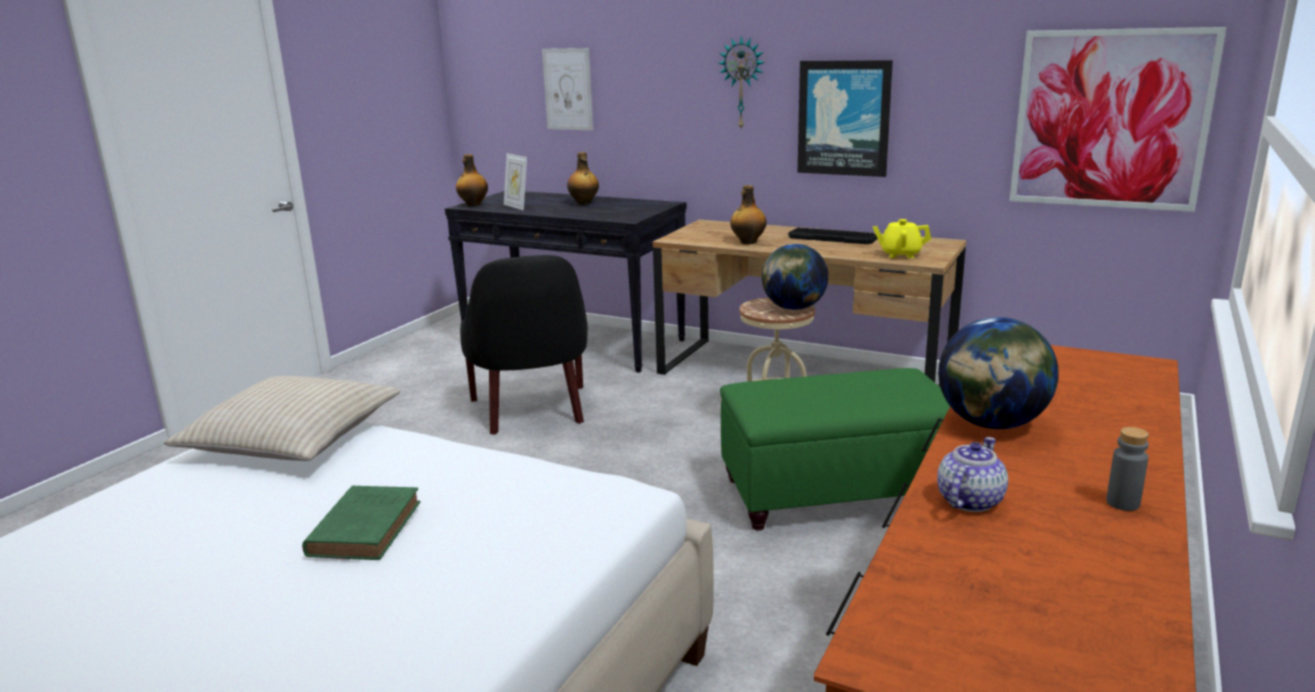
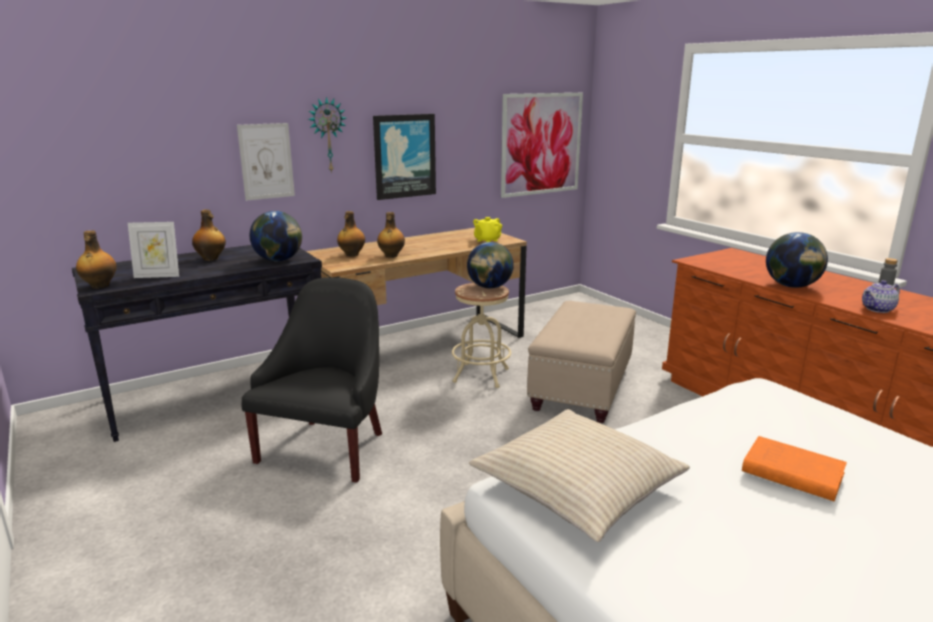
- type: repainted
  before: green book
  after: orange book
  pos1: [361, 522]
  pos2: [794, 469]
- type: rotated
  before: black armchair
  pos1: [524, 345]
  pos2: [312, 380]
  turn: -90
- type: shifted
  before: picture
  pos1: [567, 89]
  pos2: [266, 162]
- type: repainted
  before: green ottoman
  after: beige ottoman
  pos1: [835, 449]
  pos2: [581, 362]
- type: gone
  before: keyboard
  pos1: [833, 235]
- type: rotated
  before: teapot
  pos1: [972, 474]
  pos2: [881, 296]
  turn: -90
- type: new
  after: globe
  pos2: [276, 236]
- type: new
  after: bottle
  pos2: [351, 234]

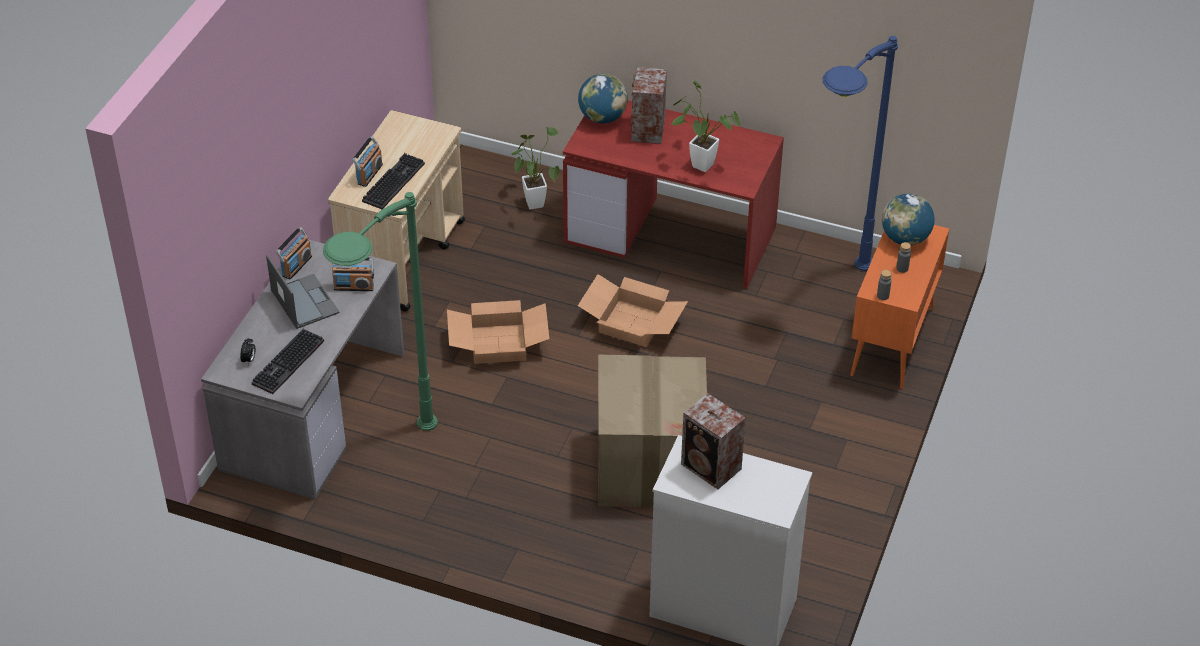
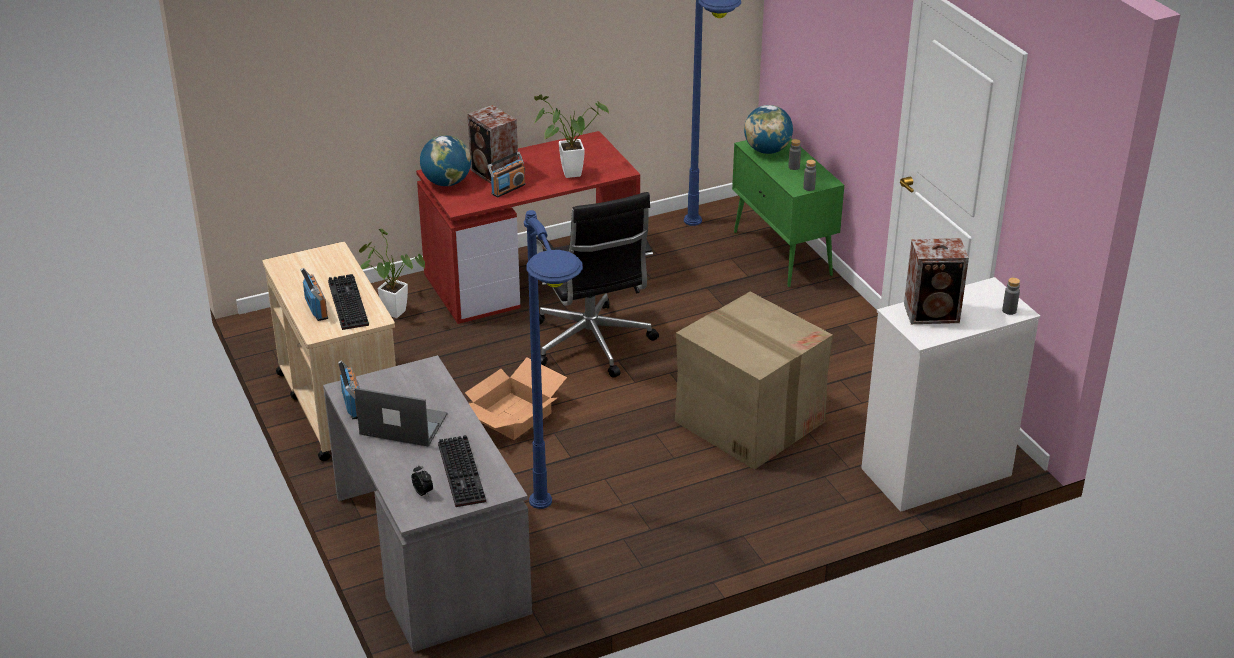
- type: repainted
  before: green floor lamp
  after: blue floor lamp
  pos1: [380, 311]
  pos2: [553, 359]
- type: shifted
  before: radio
  pos1: [352, 274]
  pos2: [506, 174]
- type: swapped
  before: cardboard box
  after: black office chair
  pos1: [633, 310]
  pos2: [597, 285]
- type: repainted
  before: orange cabinet
  after: green cabinet
  pos1: [899, 307]
  pos2: [788, 213]
- type: new
  after: grey bottle
  pos2: [1011, 296]

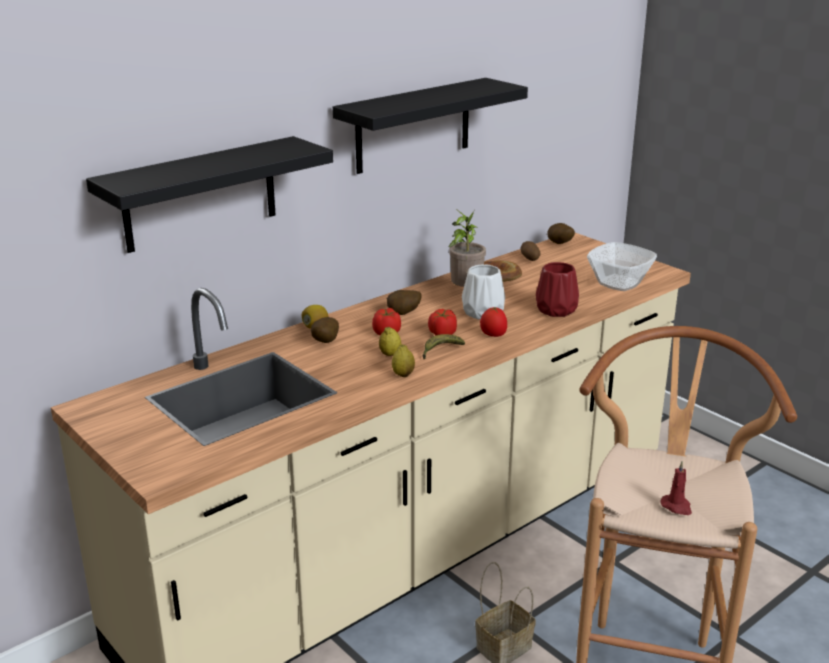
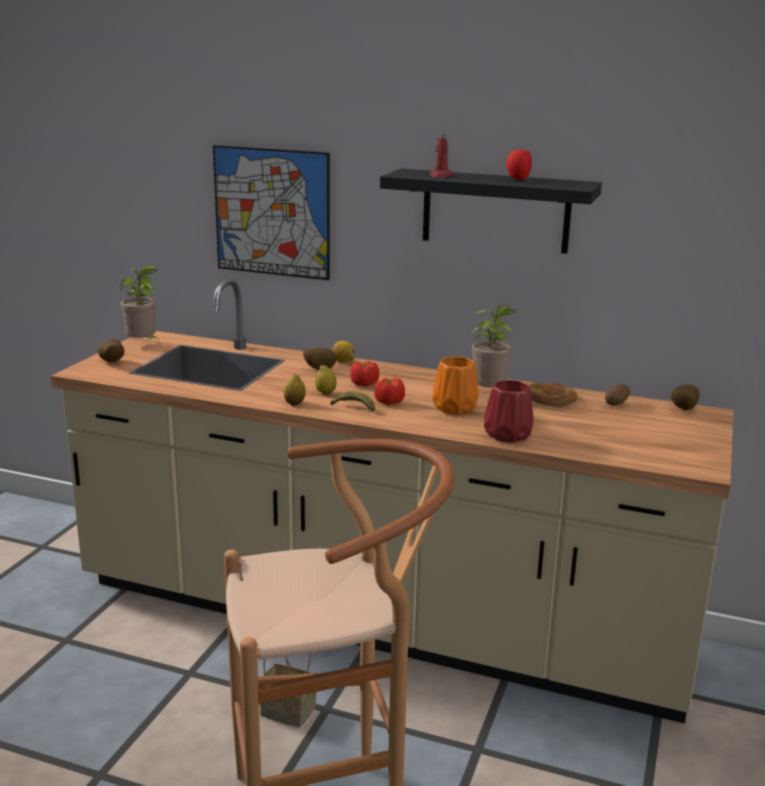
- type: swapped
  before: black shelf
  after: picture
  pos1: [209, 194]
  pos2: [271, 212]
- type: shifted
  before: potato
  pos1: [404, 302]
  pos2: [111, 350]
- type: repainted
  before: white vase
  after: orange vase
  pos1: [483, 291]
  pos2: [455, 386]
- type: shifted
  before: tomato
  pos1: [493, 322]
  pos2: [519, 164]
- type: gone
  before: bowl
  pos1: [622, 266]
- type: shifted
  before: red candle
  pos1: [676, 488]
  pos2: [442, 154]
- type: new
  after: potted plant
  pos2: [138, 302]

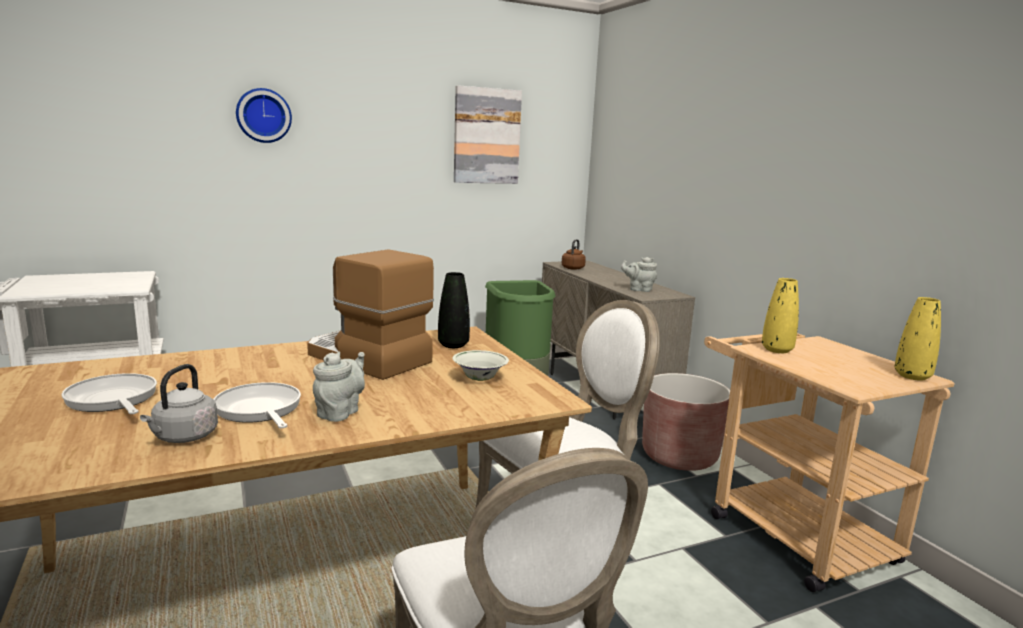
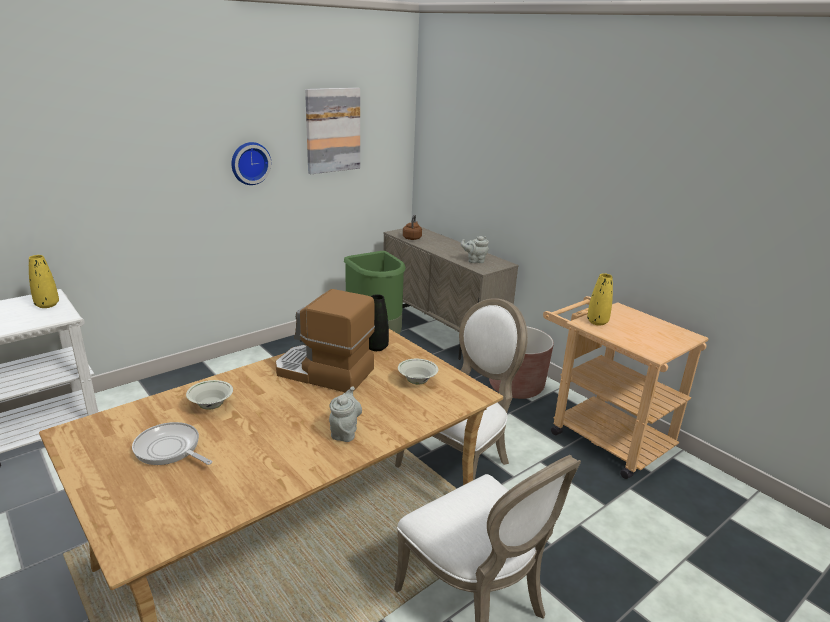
- type: gone
  before: grey kettle
  pos1: [179, 403]
- type: gone
  before: frying pan
  pos1: [257, 405]
- type: shifted
  before: wall clock
  pos1: [264, 115]
  pos2: [251, 163]
- type: shifted
  before: yellow vase
  pos1: [917, 339]
  pos2: [44, 281]
- type: new
  after: white bowl
  pos2: [209, 395]

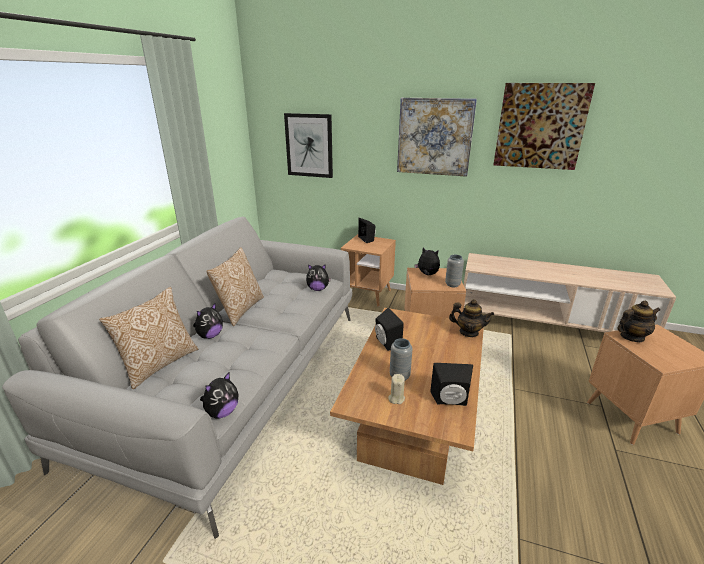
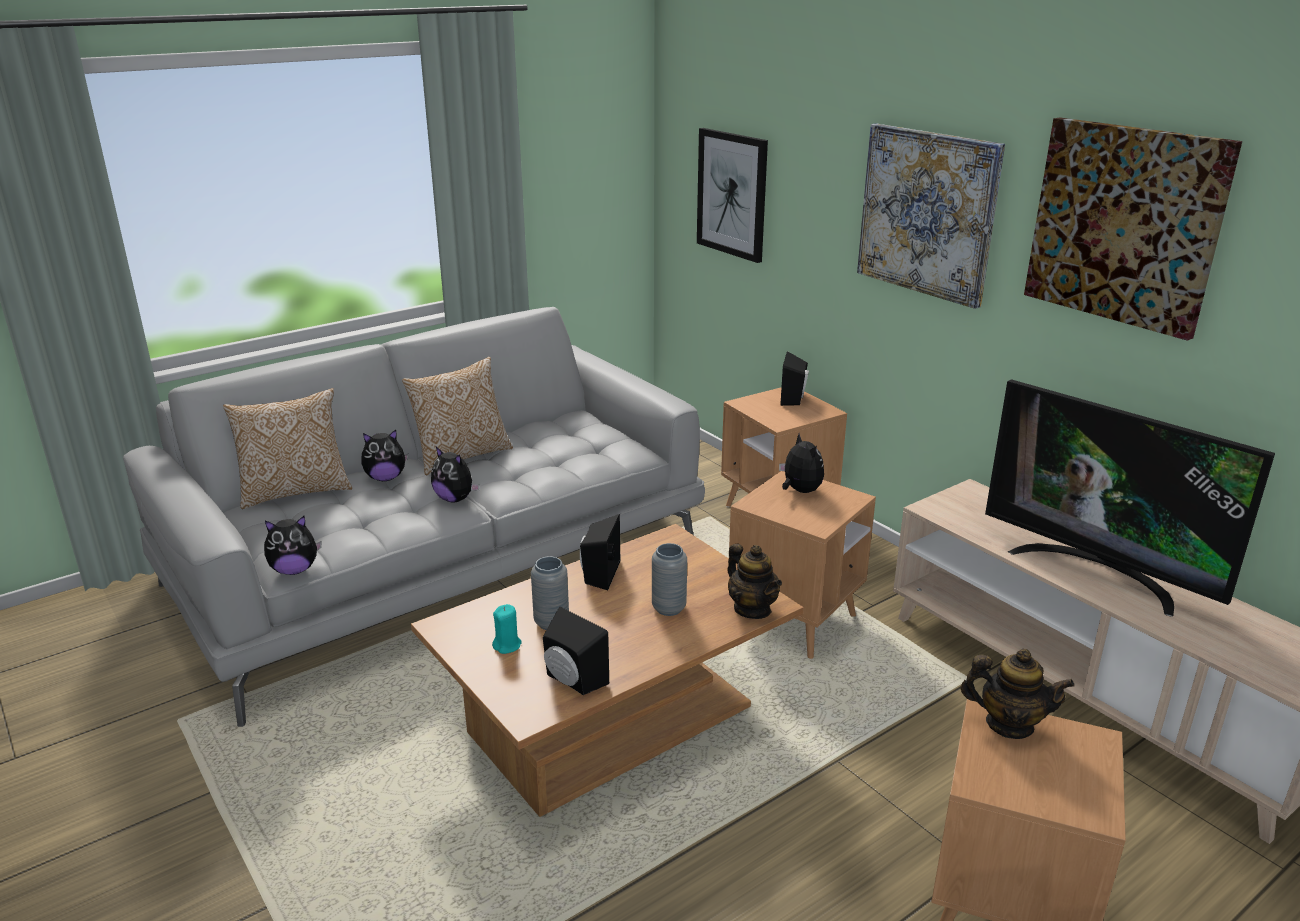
- type: shifted
  before: plush toy
  pos1: [318, 277]
  pos2: [455, 475]
- type: repainted
  before: beige candle
  after: turquoise candle
  pos1: [396, 389]
  pos2: [507, 629]
- type: shifted
  before: grey vase
  pos1: [454, 271]
  pos2: [669, 579]
- type: new
  after: television
  pos2: [1130, 498]

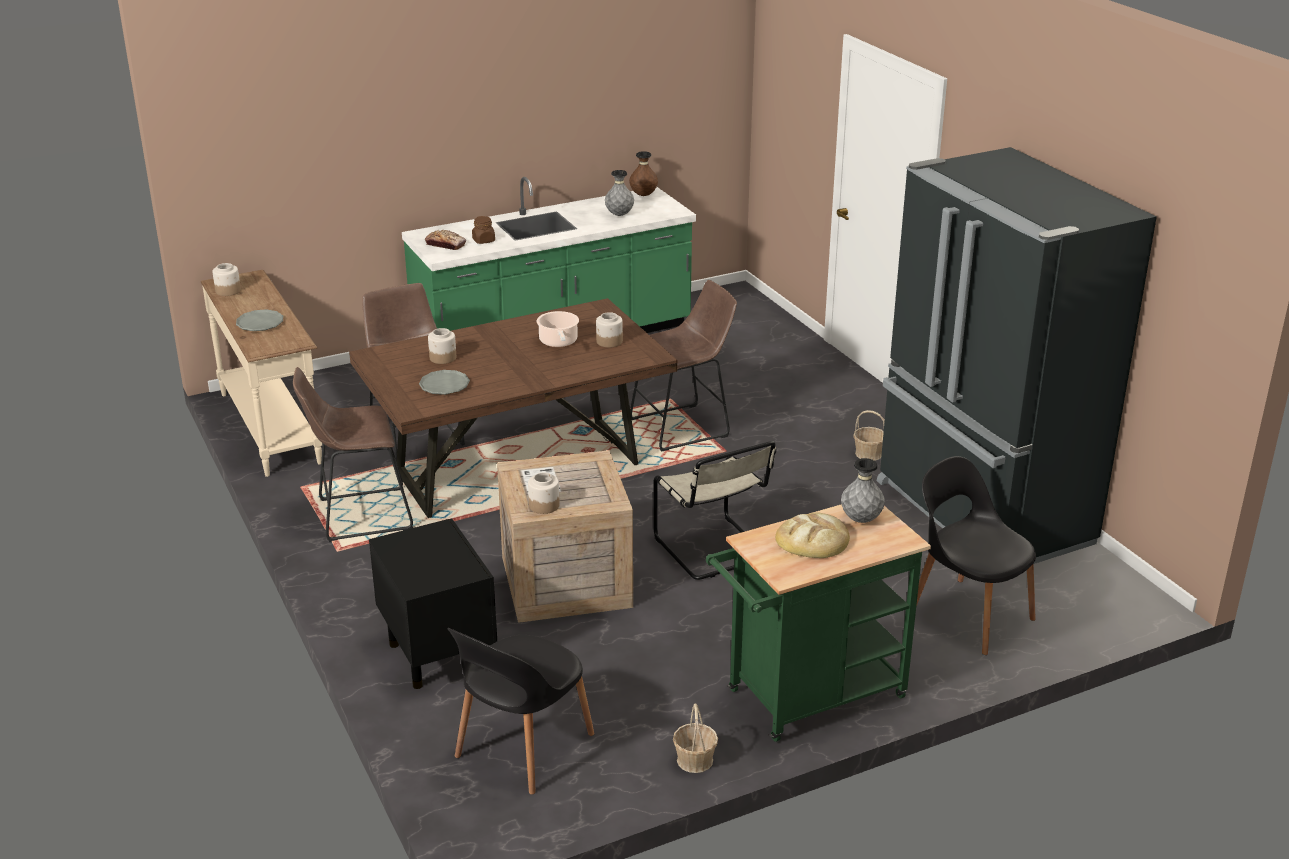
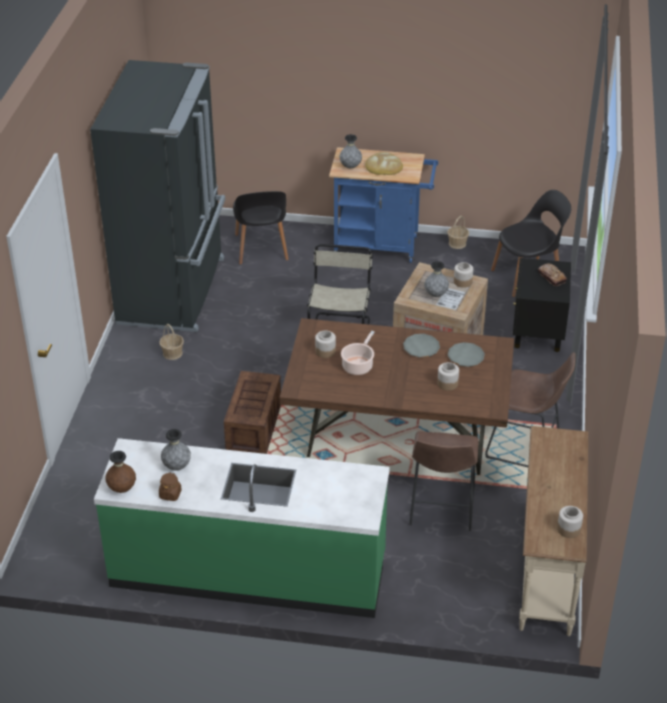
- type: shifted
  before: grey plate
  pos1: [259, 320]
  pos2: [421, 346]
- type: shifted
  before: bread
  pos1: [445, 240]
  pos2: [552, 275]
- type: shifted
  before: brown jar
  pos1: [483, 230]
  pos2: [170, 486]
- type: swapped
  before: brown stool
  after: crate
  pos1: [683, 365]
  pos2: [252, 412]
- type: repainted
  before: green cart
  after: blue cart
  pos1: [818, 623]
  pos2: [383, 205]
- type: new
  after: grey vase
  pos2: [436, 279]

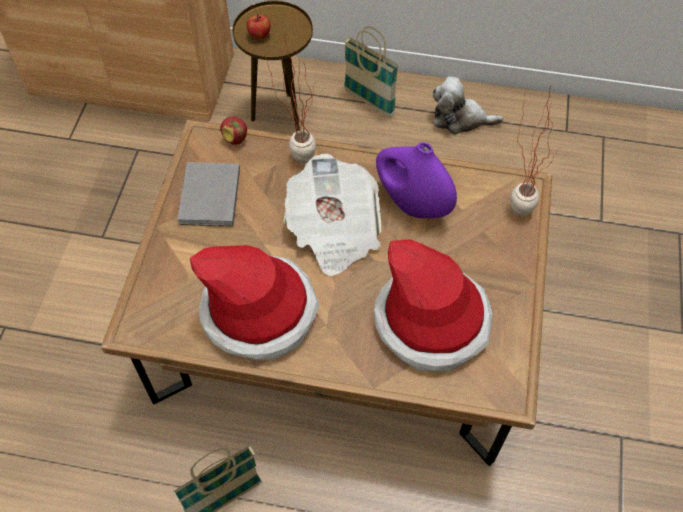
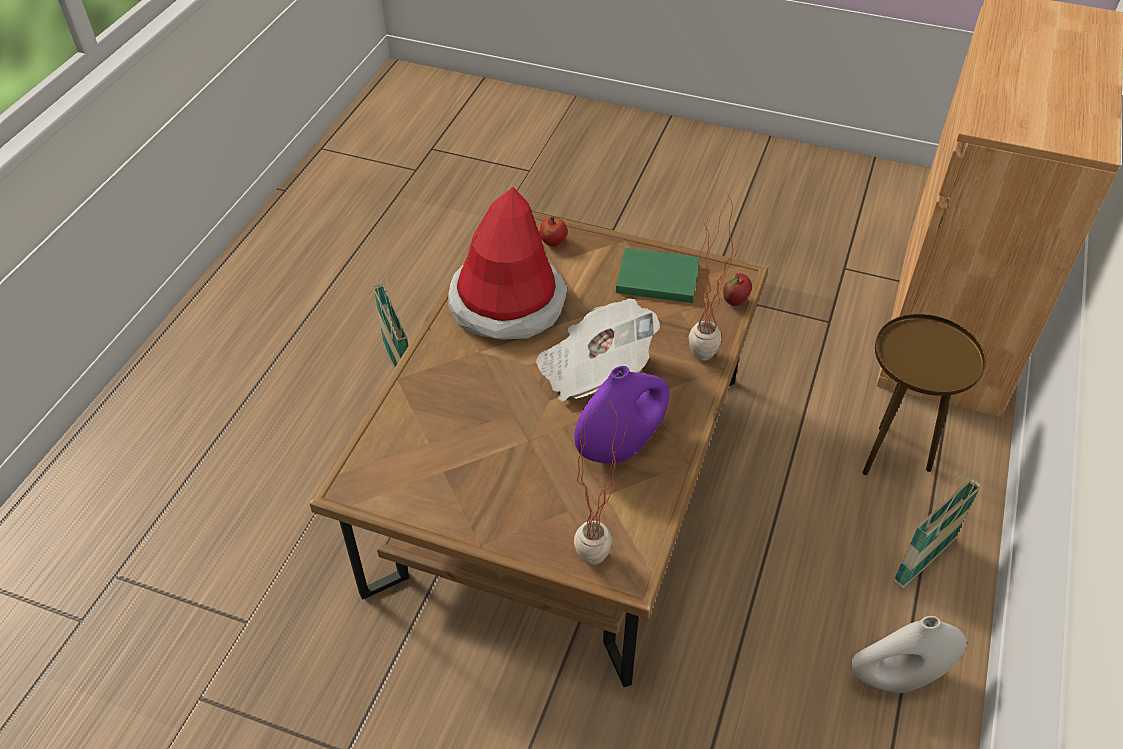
- type: repainted
  before: grey book
  after: green book
  pos1: [208, 194]
  pos2: [658, 275]
- type: shifted
  before: apple
  pos1: [259, 26]
  pos2: [554, 231]
- type: gone
  before: hat
  pos1: [433, 305]
- type: swapped
  before: plush toy
  after: white vase
  pos1: [468, 106]
  pos2: [908, 654]

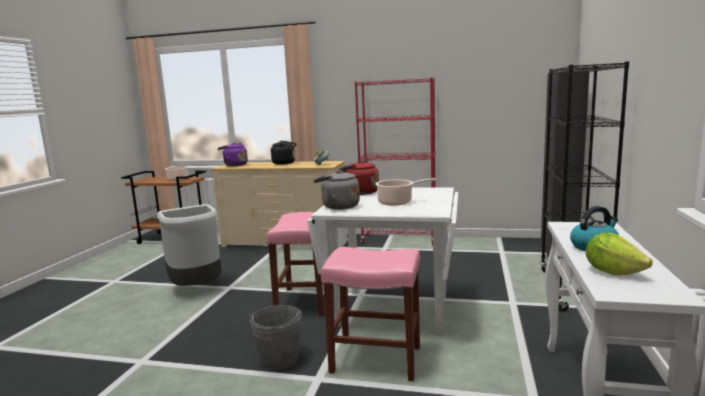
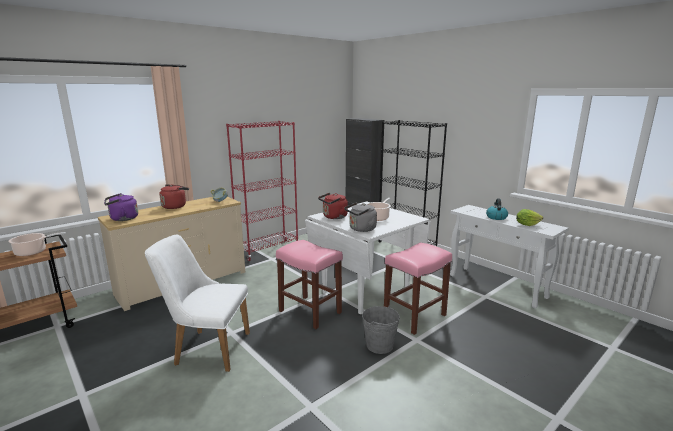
- type: swapped
  before: grey trash can
  after: white chair
  pos1: [189, 245]
  pos2: [197, 303]
- type: repainted
  before: black kettle
  after: red kettle
  pos1: [284, 153]
  pos2: [174, 196]

